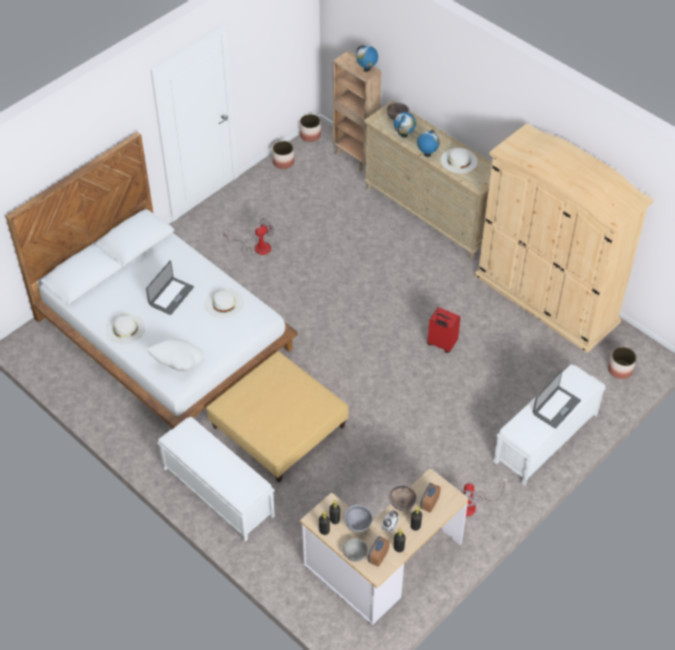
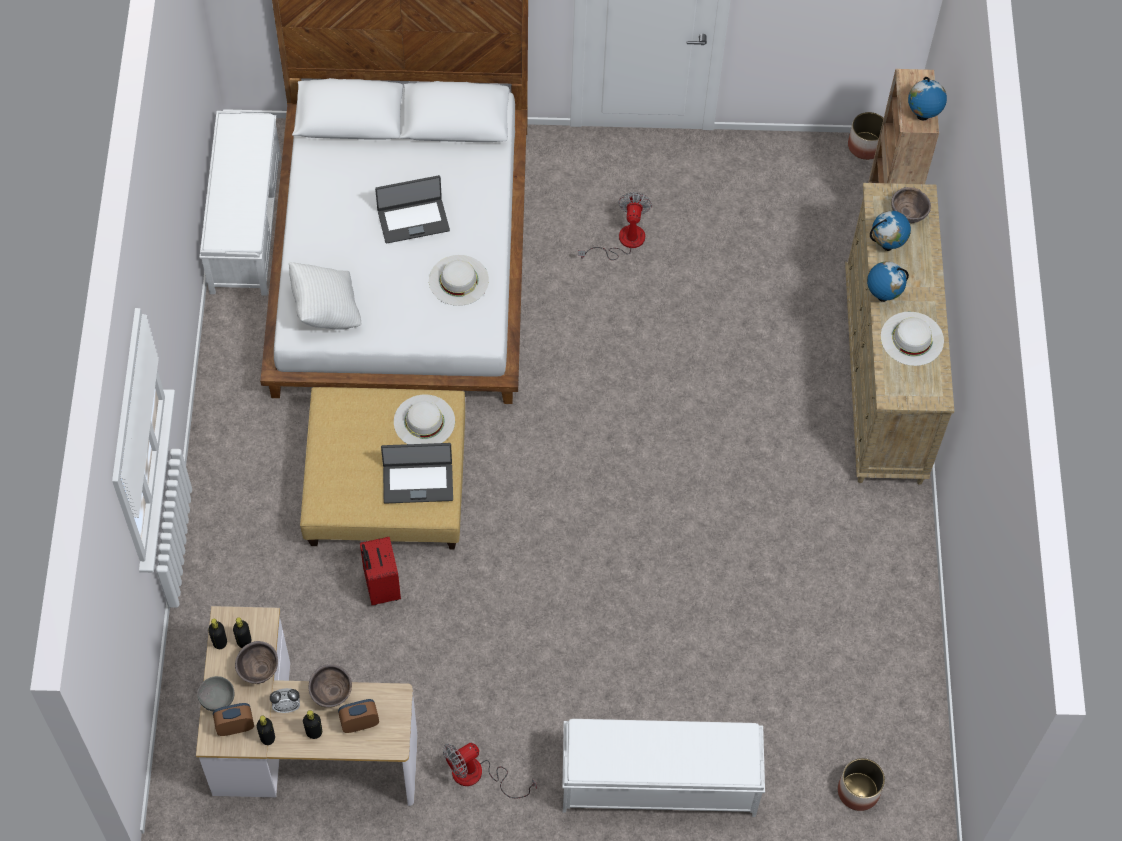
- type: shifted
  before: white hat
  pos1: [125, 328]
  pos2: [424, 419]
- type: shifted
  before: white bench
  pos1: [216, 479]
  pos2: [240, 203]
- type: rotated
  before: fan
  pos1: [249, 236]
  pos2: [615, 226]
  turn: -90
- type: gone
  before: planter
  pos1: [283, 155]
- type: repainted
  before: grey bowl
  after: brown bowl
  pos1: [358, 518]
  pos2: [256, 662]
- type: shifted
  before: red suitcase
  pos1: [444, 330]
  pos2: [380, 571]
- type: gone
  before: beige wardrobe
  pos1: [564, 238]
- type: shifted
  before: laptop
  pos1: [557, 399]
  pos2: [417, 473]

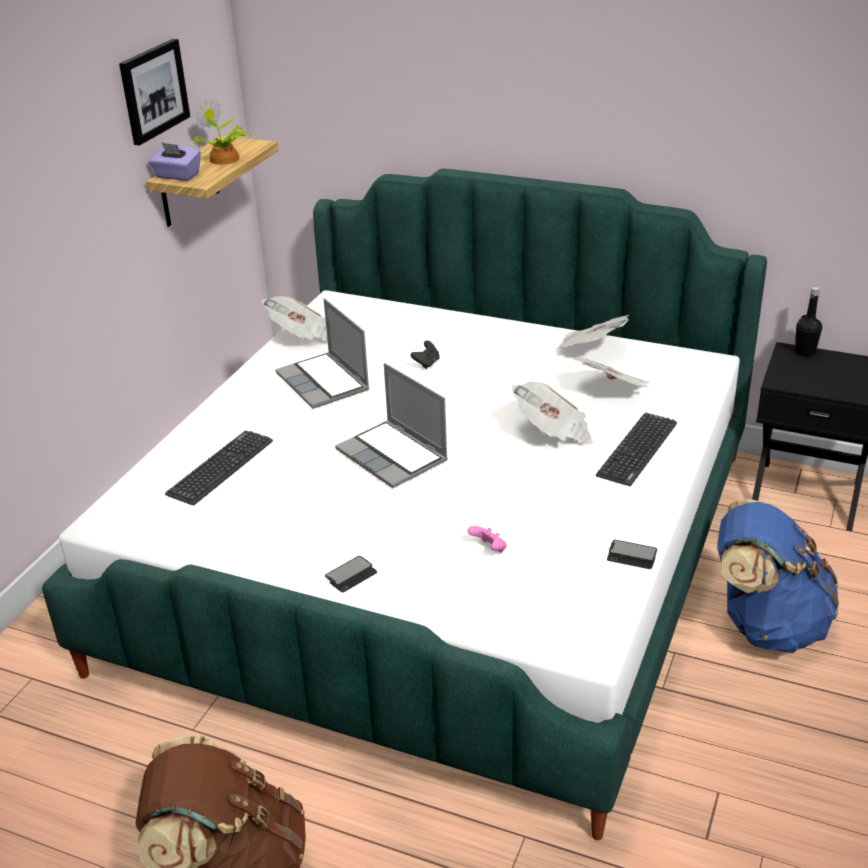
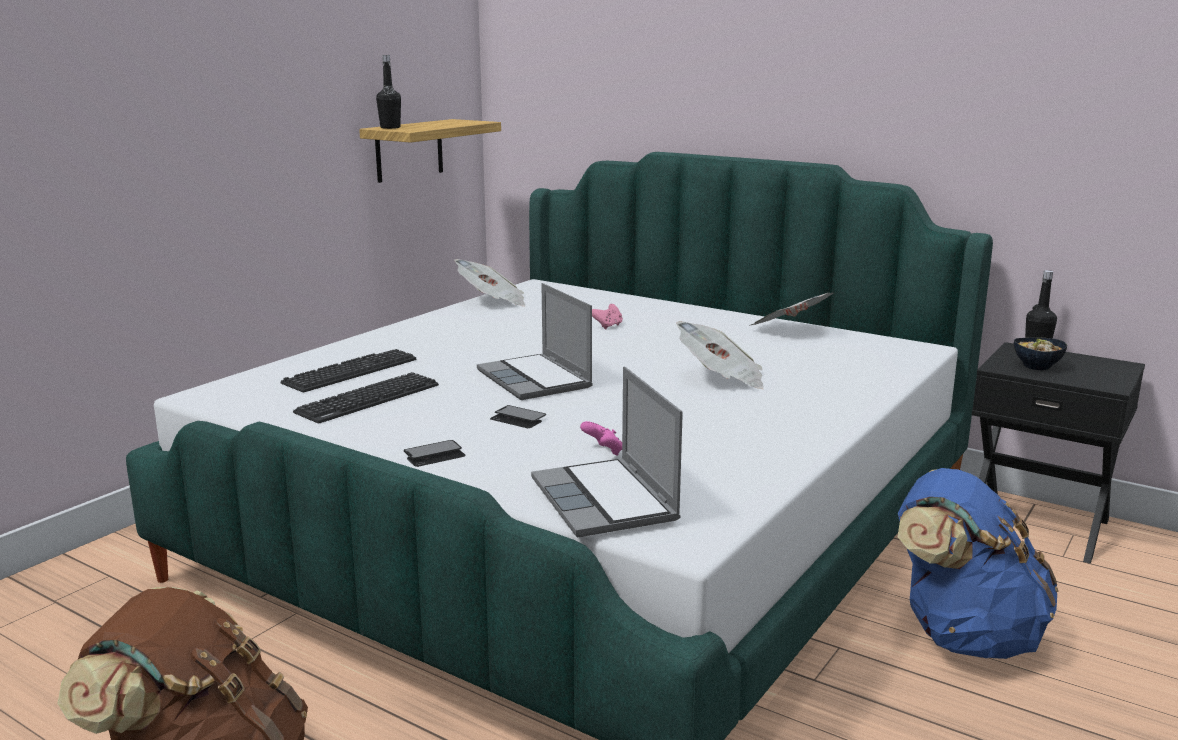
- type: gone
  before: picture
  pos1: [154, 92]
- type: swapped
  before: purple tissue box
  after: black bottle
  pos1: [175, 161]
  pos2: [388, 92]
- type: gone
  before: potted plant
  pos1: [221, 131]
- type: shifted
  before: laptop
  pos1: [322, 354]
  pos2: [607, 452]
- type: repainted
  before: black game controller
  after: pink game controller
  pos1: [425, 355]
  pos2: [607, 316]
- type: gone
  before: newspaper
  pos1: [612, 372]
- type: shifted
  before: keyboard
  pos1: [636, 449]
  pos2: [366, 397]
- type: shifted
  before: phone
  pos1: [632, 554]
  pos2: [518, 416]
- type: new
  after: bowl
  pos2: [1040, 353]

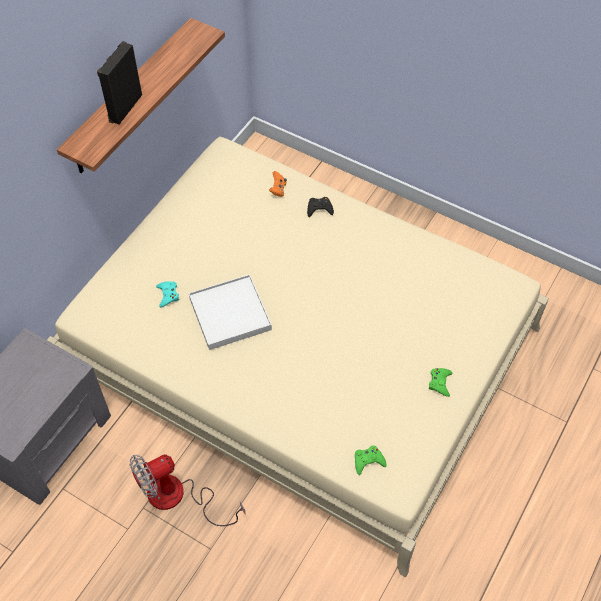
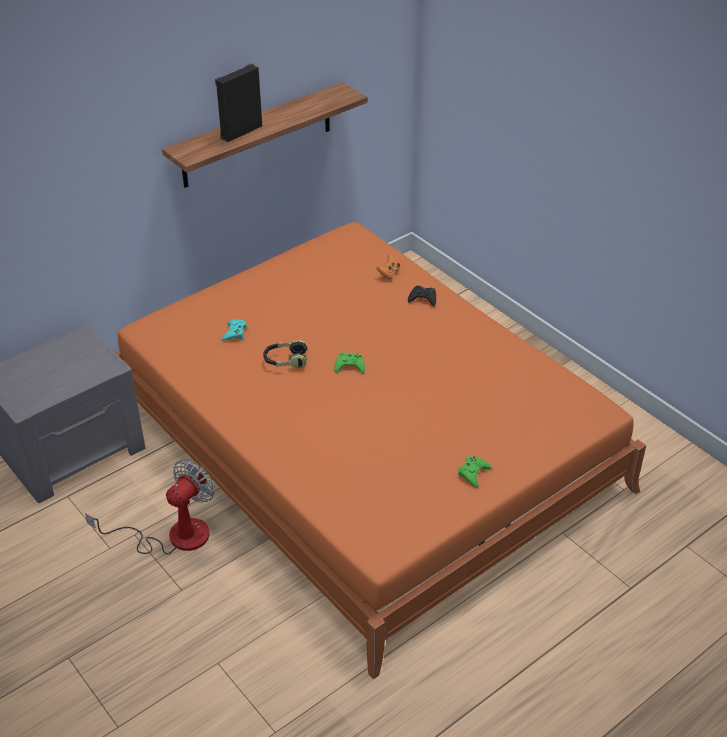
- type: repainted
  before: beige bed
  after: orange bed
  pos1: [298, 357]
  pos2: [379, 450]
- type: rotated
  before: fan
  pos1: [187, 490]
  pos2: [150, 507]
  turn: 135
- type: swapped
  before: white tray
  after: headphones
  pos1: [230, 312]
  pos2: [285, 354]
- type: shifted
  before: green game controller
  pos1: [371, 460]
  pos2: [349, 362]

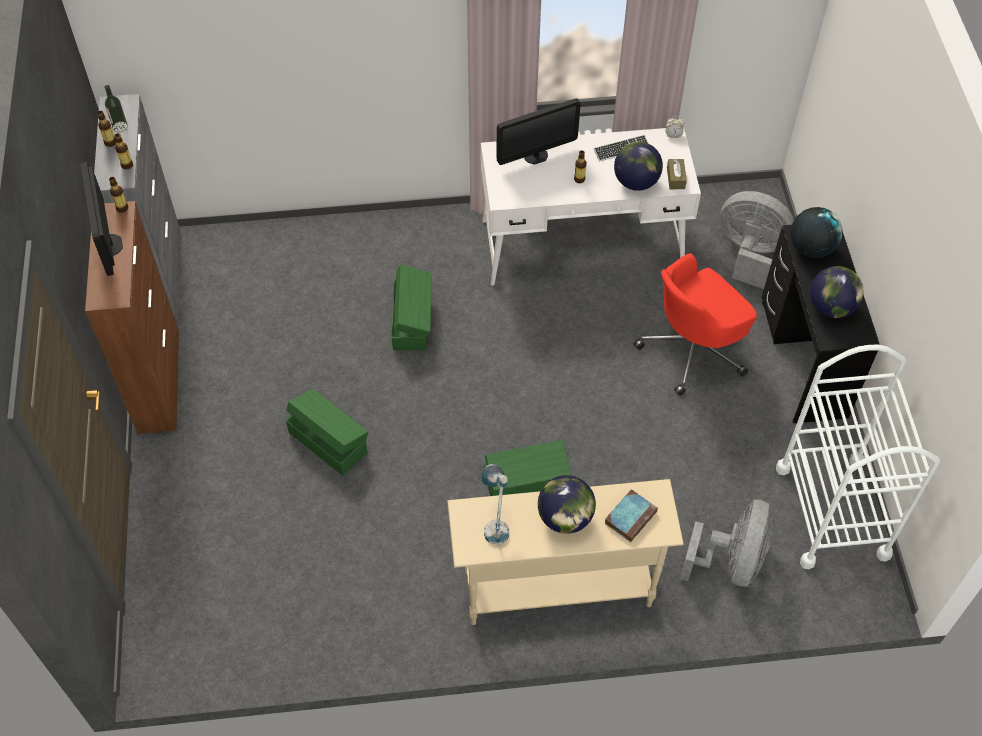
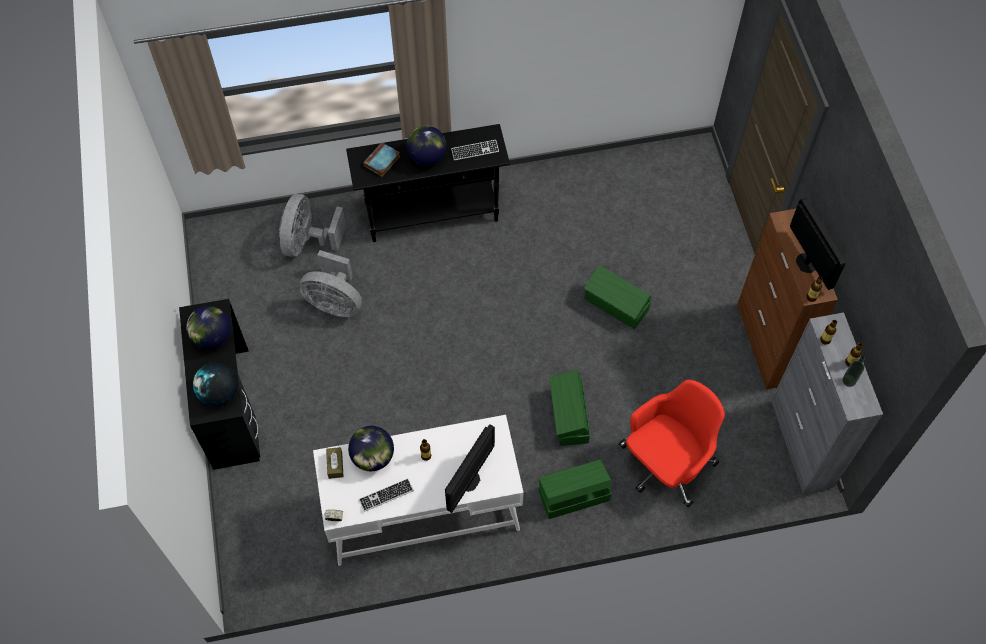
- type: repainted
  before: beige console table
  after: black console table
  pos1: [565, 552]
  pos2: [428, 183]
- type: swapped
  before: table lamp
  after: keyboard
  pos1: [495, 504]
  pos2: [475, 150]
- type: shifted
  before: green storage box
  pos1: [527, 468]
  pos2: [575, 489]
- type: rotated
  before: monitor
  pos1: [538, 131]
  pos2: [470, 468]
  turn: 150
- type: shifted
  before: red office chair
  pos1: [695, 324]
  pos2: [672, 443]
- type: shifted
  before: grey fan
  pos1: [757, 240]
  pos2: [330, 283]
- type: gone
  before: white cart
  pos1: [858, 457]

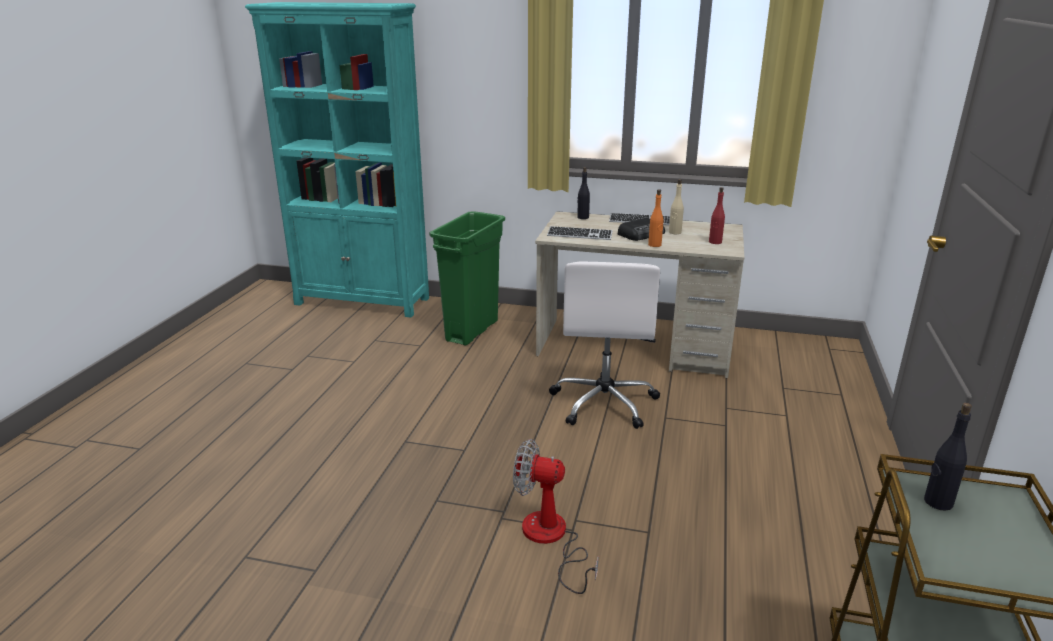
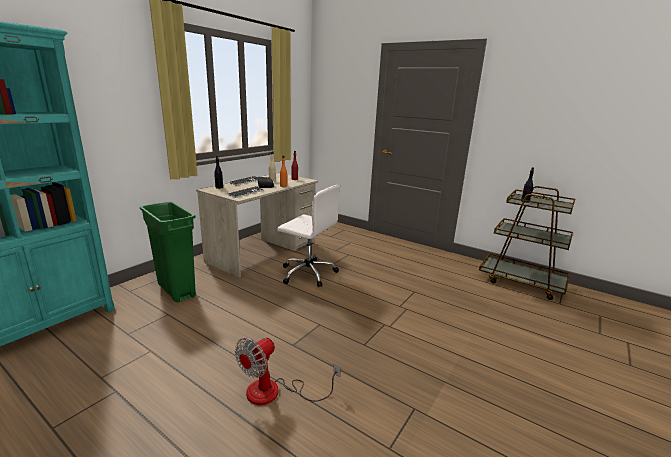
- type: shifted
  before: fan
  pos1: [555, 516]
  pos2: [288, 371]

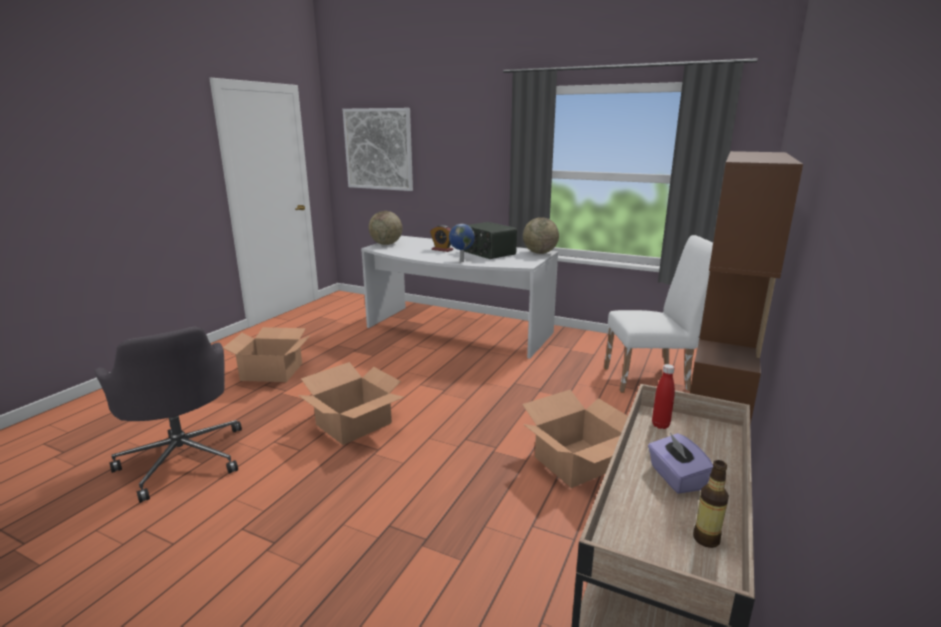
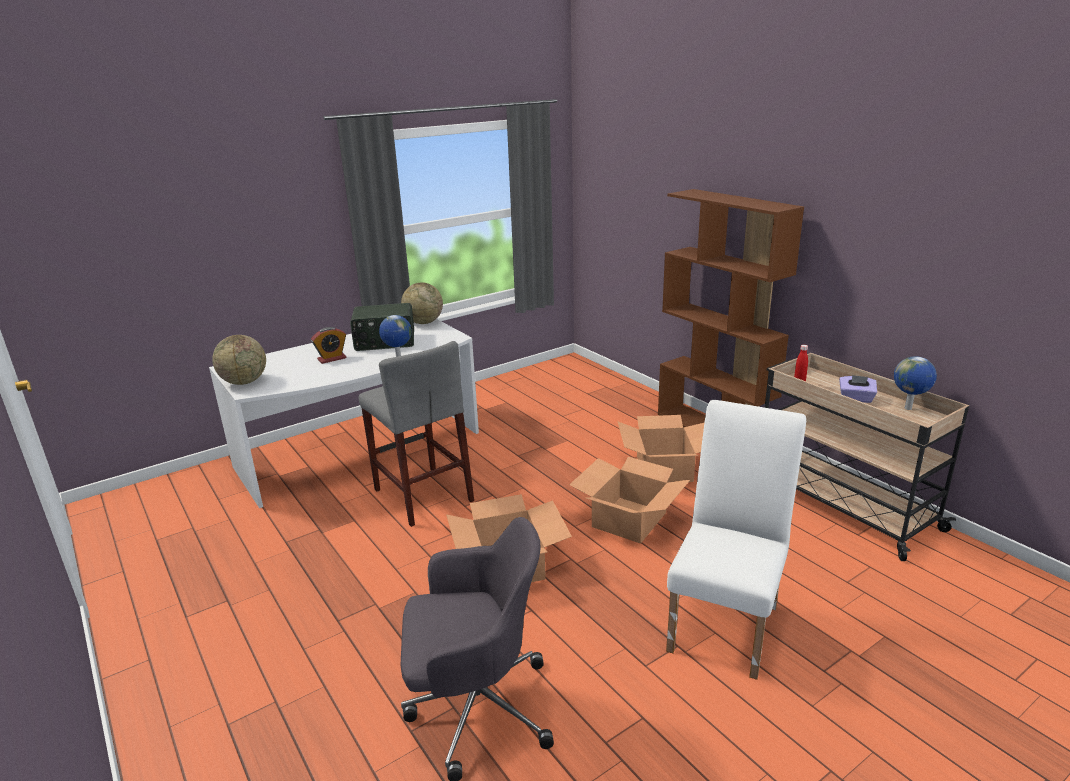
- type: shifted
  before: cardboard box
  pos1: [267, 354]
  pos2: [629, 500]
- type: gone
  before: picture
  pos1: [378, 149]
- type: shifted
  before: white chair
  pos1: [658, 314]
  pos2: [736, 540]
- type: swapped
  before: bottle
  after: globe
  pos1: [711, 504]
  pos2: [915, 383]
- type: new
  after: grey stool
  pos2: [416, 434]

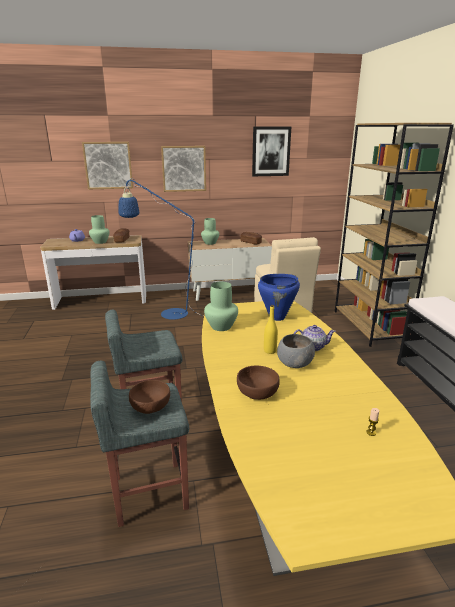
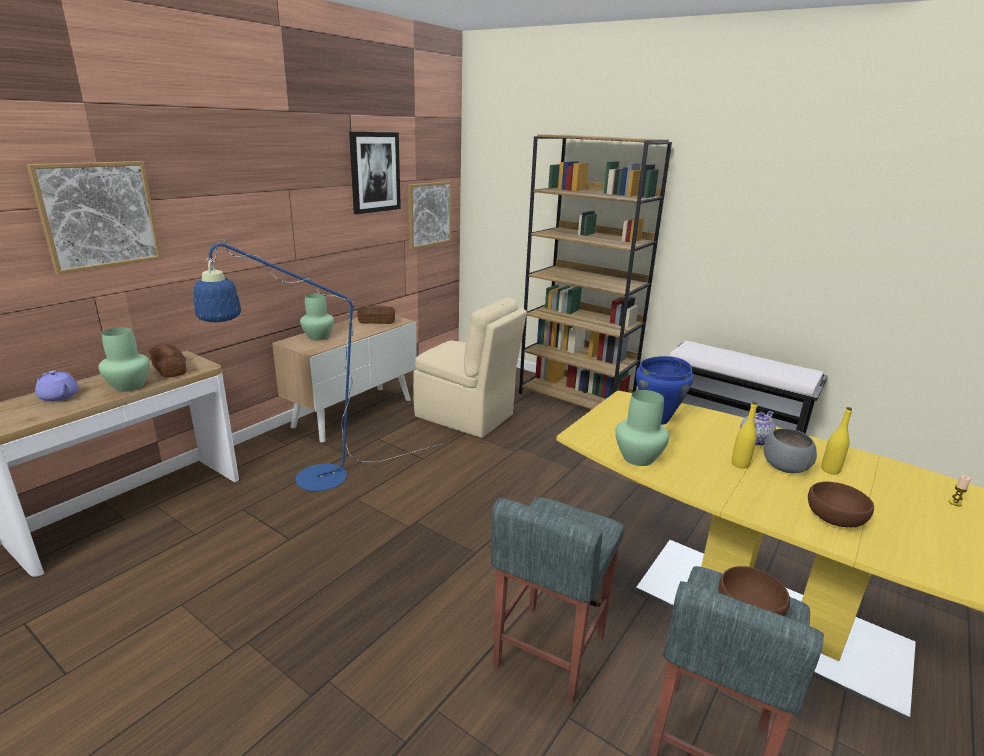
- type: shifted
  before: picture
  pos1: [183, 169]
  pos2: [430, 215]
- type: new
  after: yellow bottle
  pos2: [836, 441]

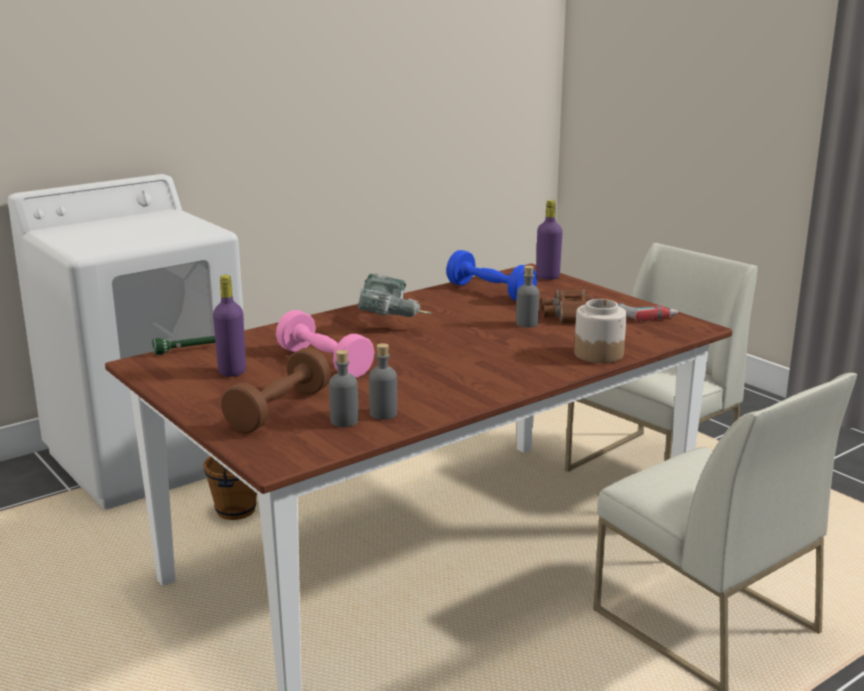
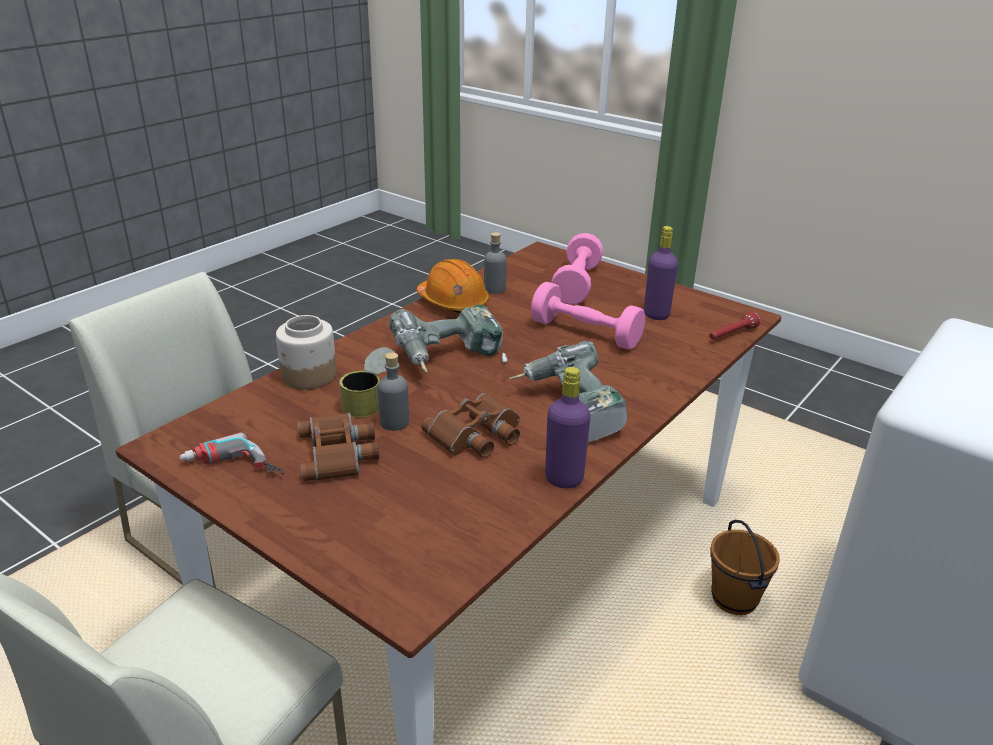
- type: repainted
  before: green flashlight
  after: red flashlight
  pos1: [184, 345]
  pos2: [735, 325]
- type: repainted
  before: brown dumbbell
  after: pink dumbbell
  pos1: [276, 390]
  pos2: [577, 268]
- type: gone
  before: grey bottle
  pos1: [344, 388]
- type: gone
  before: blue dumbbell
  pos1: [491, 275]
- type: shifted
  before: purple bottle
  pos1: [549, 240]
  pos2: [568, 427]
- type: new
  after: can
  pos2: [367, 382]
- type: new
  after: power drill
  pos2: [448, 338]
- type: new
  after: orange hard hat
  pos2: [452, 286]
- type: new
  after: brown binoculars
  pos2: [470, 425]

